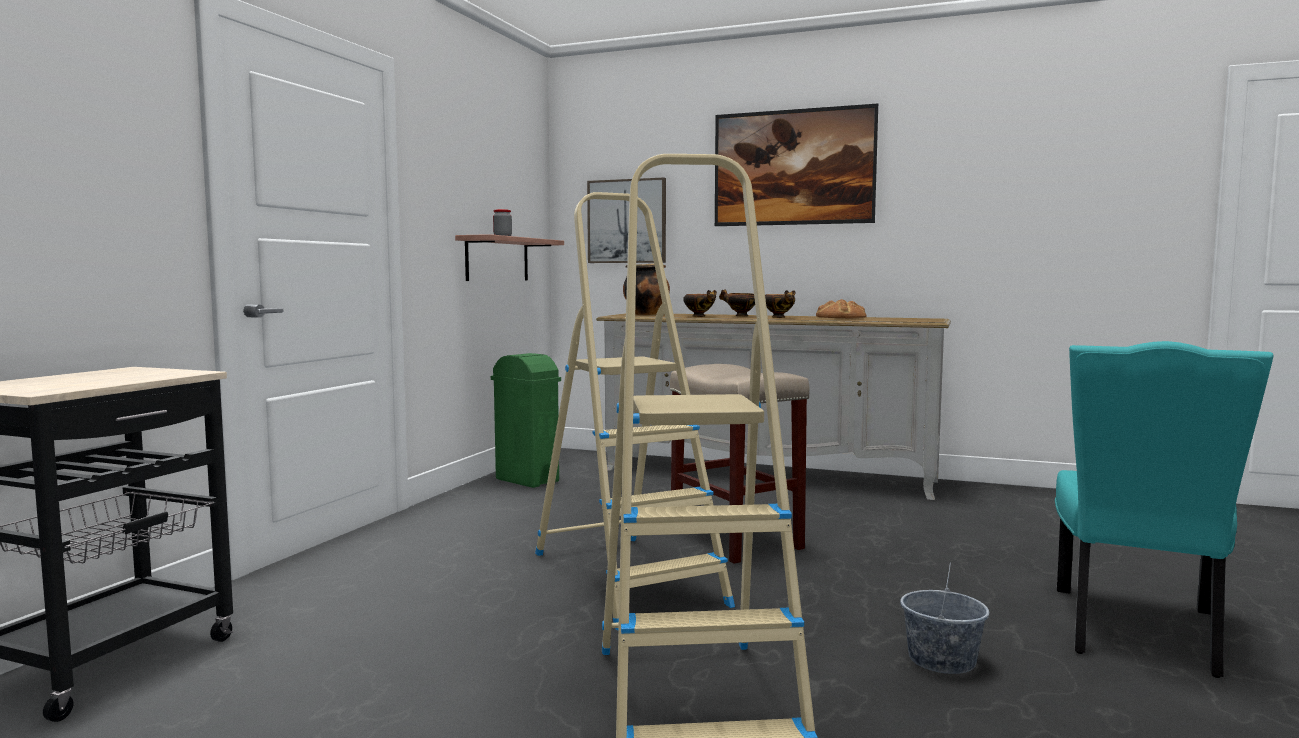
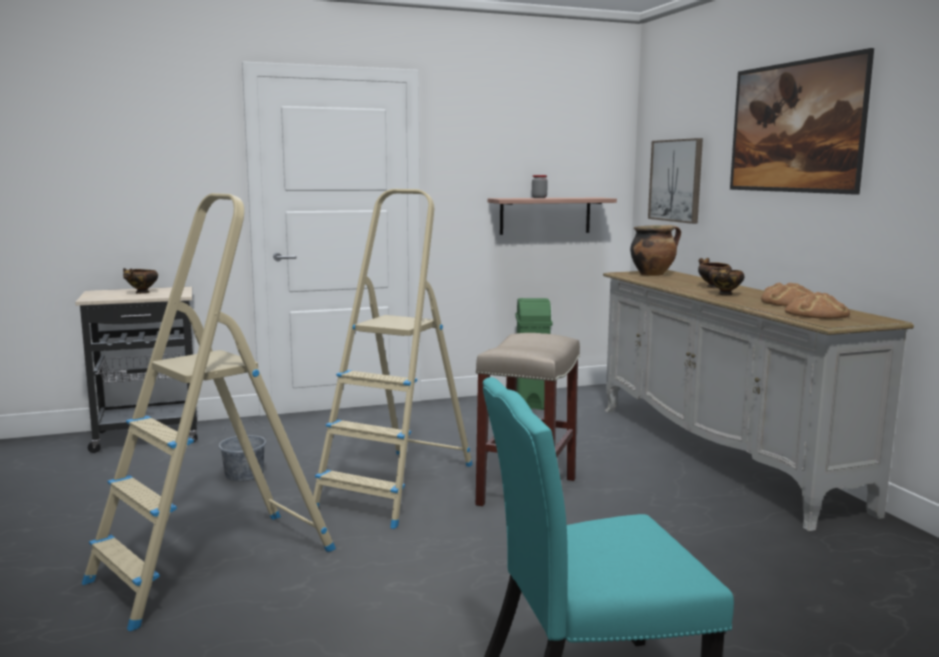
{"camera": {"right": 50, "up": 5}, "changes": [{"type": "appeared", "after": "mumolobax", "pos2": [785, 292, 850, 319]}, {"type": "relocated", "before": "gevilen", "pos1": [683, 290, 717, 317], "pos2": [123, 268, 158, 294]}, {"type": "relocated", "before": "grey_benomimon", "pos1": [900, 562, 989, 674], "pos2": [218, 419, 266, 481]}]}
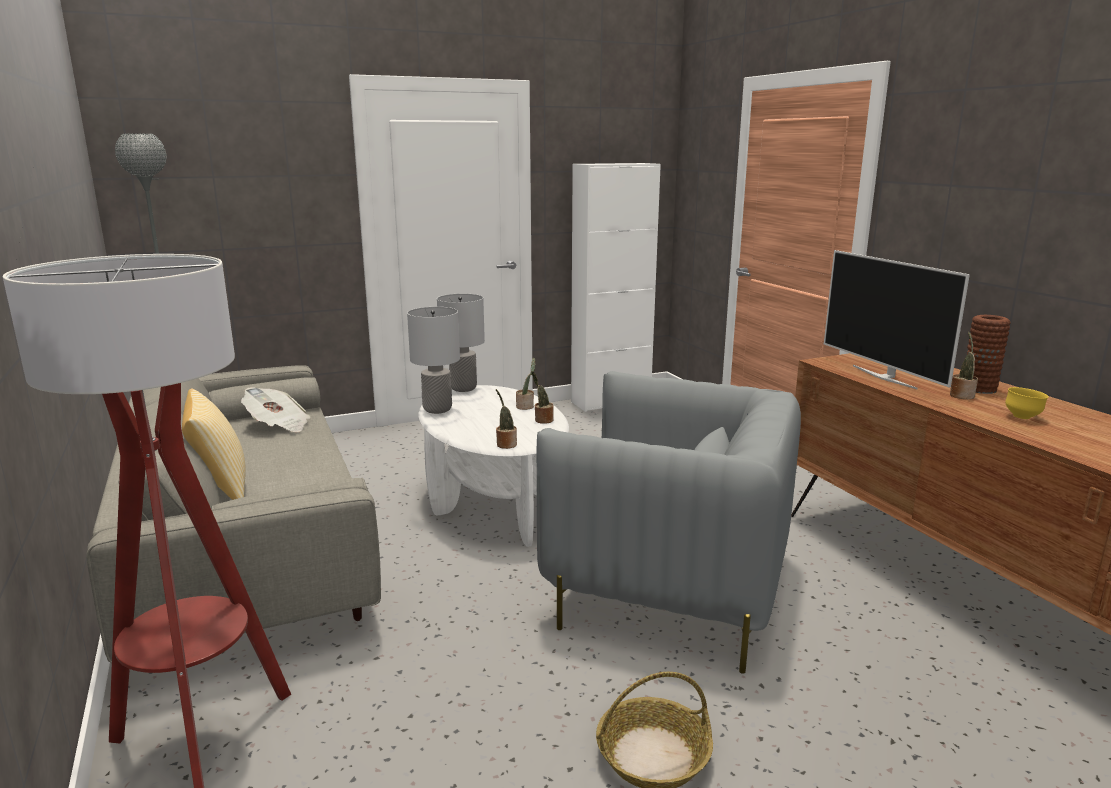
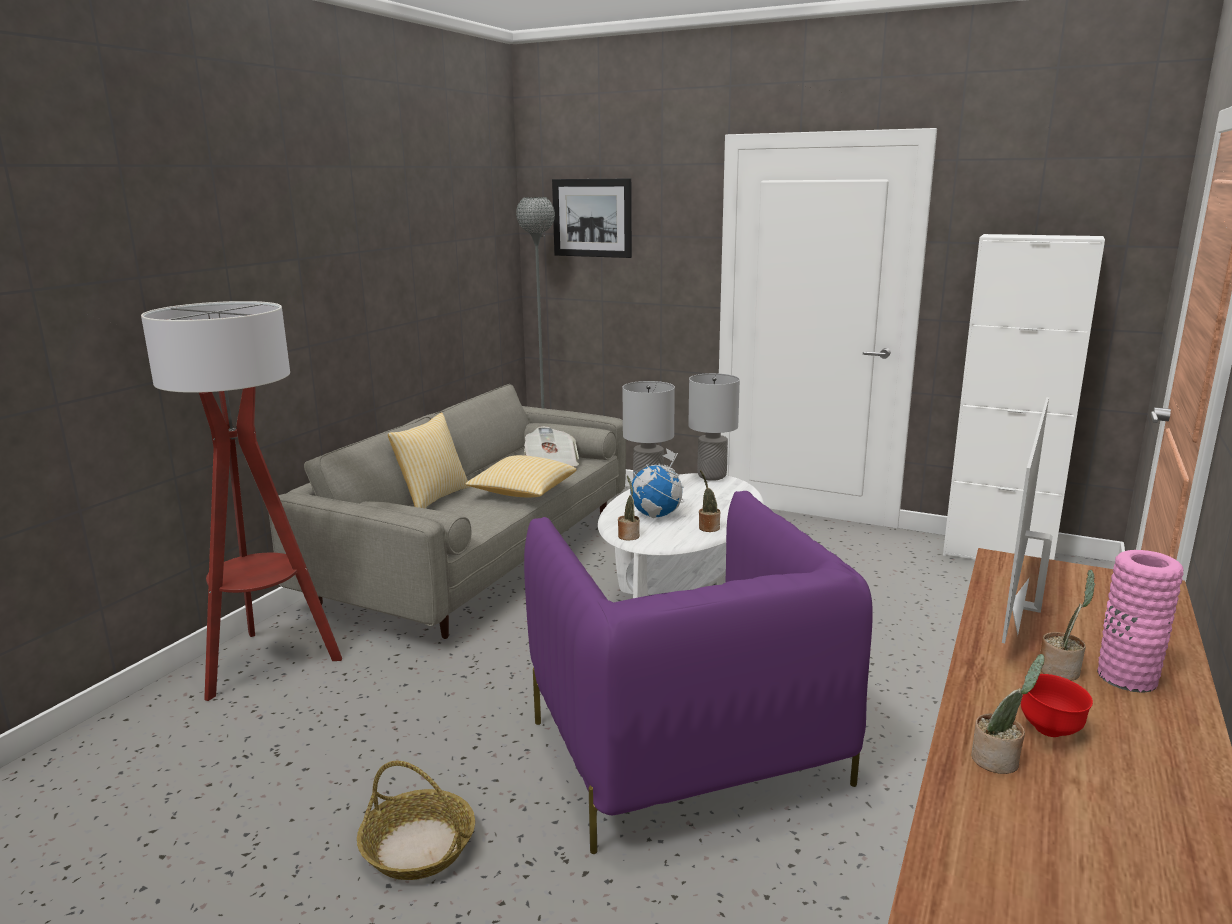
{"camera": {"right": 50, "up": 0}, "changes": [{"type": "appeared", "after": "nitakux", "pos2": [465, 455, 576, 497]}, {"type": "appeared", "after": "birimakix", "pos2": [552, 178, 632, 258]}, {"type": "appeared", "after": "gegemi", "pos2": [630, 449, 684, 518]}, {"type": "relocated", "before": "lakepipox", "pos1": [516, 358, 535, 410], "pos2": [971, 654, 1045, 774]}, {"type": "colour", "before": "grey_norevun", "after": "purple_norevun", "pos1": [537, 371, 801, 674], "pos2": [524, 491, 873, 854]}, {"type": "colour", "before": "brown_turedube", "after": "pink_turedube", "pos1": [967, 315, 1010, 394], "pos2": [1097, 550, 1184, 693]}, {"type": "colour", "before": "yellow_gevilen", "after": "red_gevilen", "pos1": [1005, 387, 1049, 419], "pos2": [1021, 674, 1093, 737]}]}
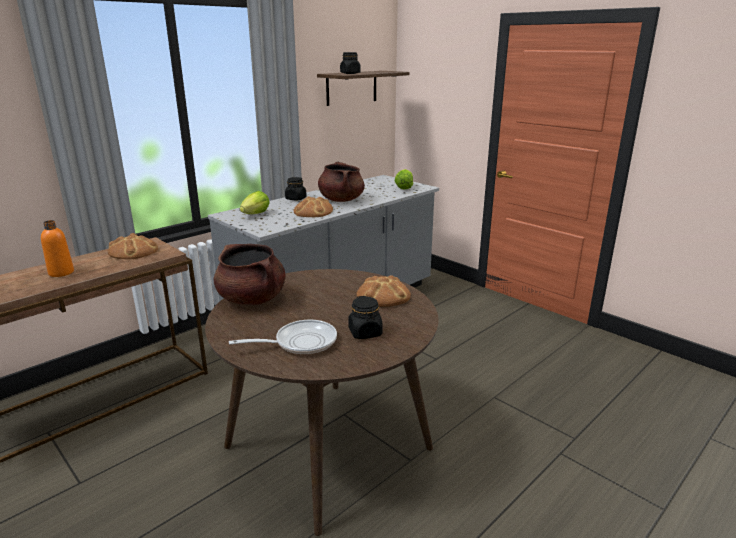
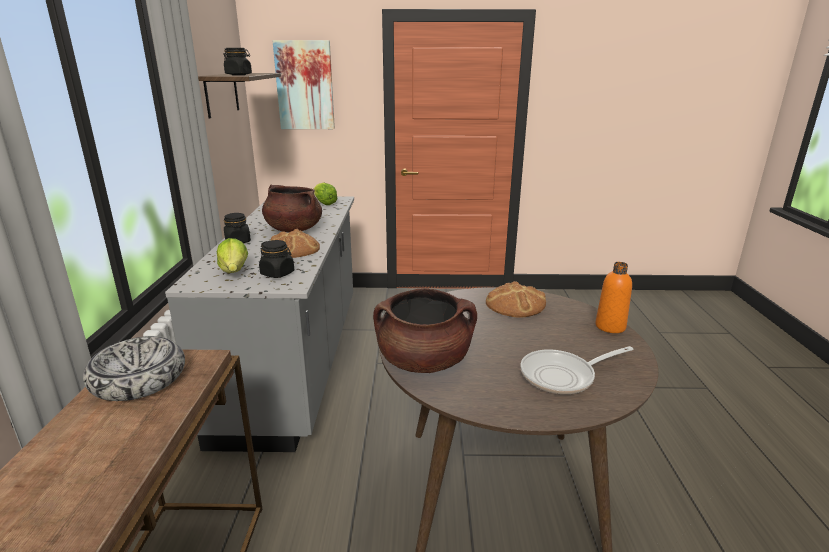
{"camera": {"right": -45, "up": 0}, "changes": [{"type": "appeared", "after": "birimakix", "pos2": [273, 40, 335, 129]}, {"type": "relocated", "before": "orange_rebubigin", "pos1": [41, 220, 74, 277], "pos2": [595, 262, 632, 333]}, {"type": "relocated", "before": "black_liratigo", "pos1": [348, 296, 383, 339], "pos2": [259, 240, 294, 278]}, {"type": "exchanged", "before": "mumolobax", "after": "gevilen", "pos1": [108, 233, 158, 259], "pos2": [83, 336, 185, 401]}, {"type": "spun", "before": "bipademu", "pos1": [229, 320, 337, 355], "pos2": [520, 346, 633, 394], "turn": -135}]}
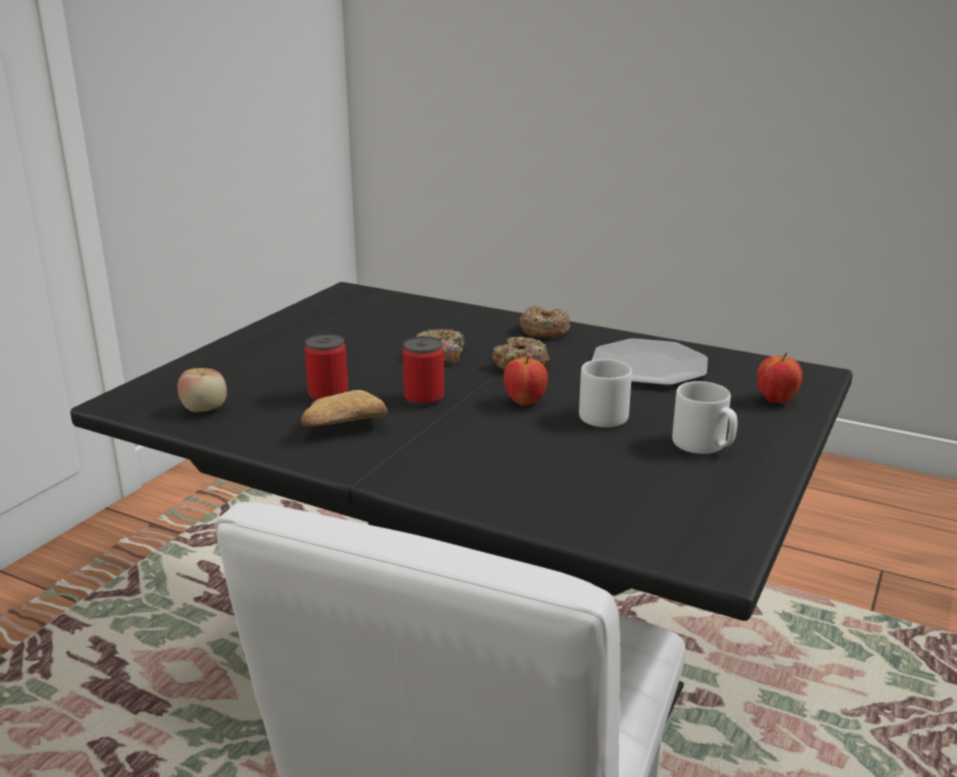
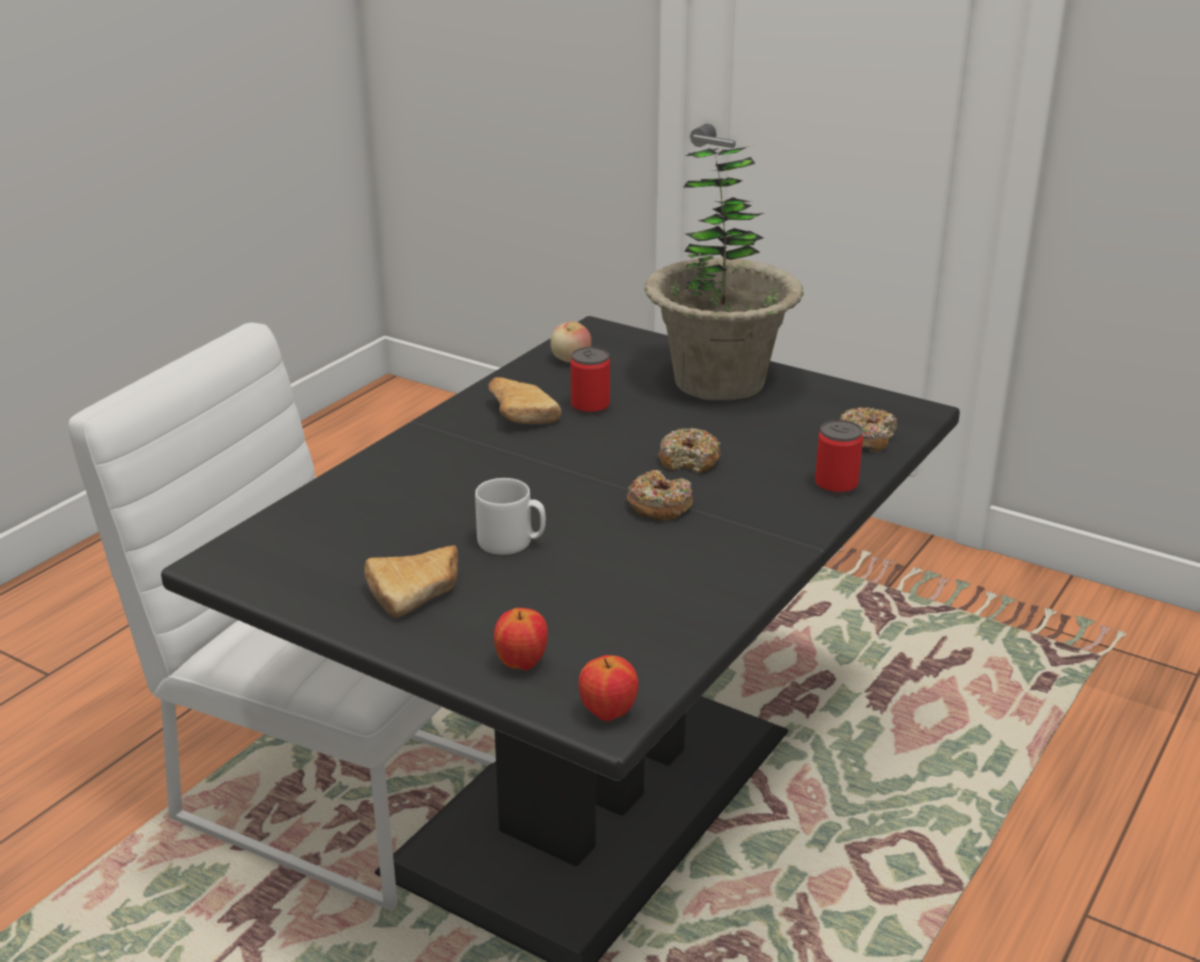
{"camera": {"right": 95, "up": 5}, "changes": [{"type": "missing", "before": "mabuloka", "pos1": [591, 338, 708, 386]}, {"type": "appeared", "after": "lakepipox", "pos2": [644, 146, 804, 401]}, {"type": "relocated", "before": "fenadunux", "pos1": [403, 336, 444, 407], "pos2": [815, 420, 863, 496]}, {"type": "relocated", "before": "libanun", "pos1": [504, 356, 548, 406], "pos2": [578, 655, 638, 721]}, {"type": "relocated", "before": "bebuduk", "pos1": [520, 306, 570, 339], "pos2": [840, 407, 897, 452]}, {"type": "exchanged", "before": "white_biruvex", "after": "mumolobax", "pos1": [672, 381, 737, 454], "pos2": [364, 545, 458, 618]}]}
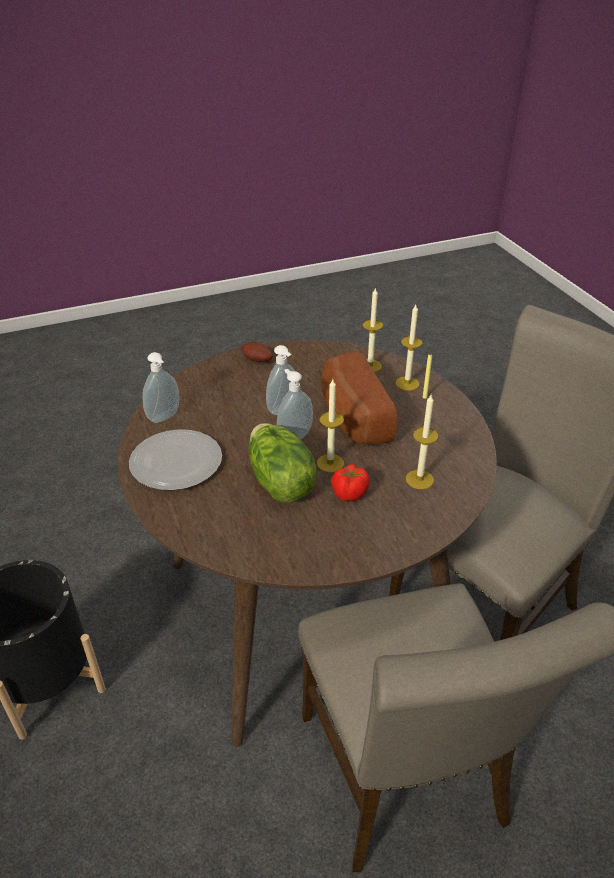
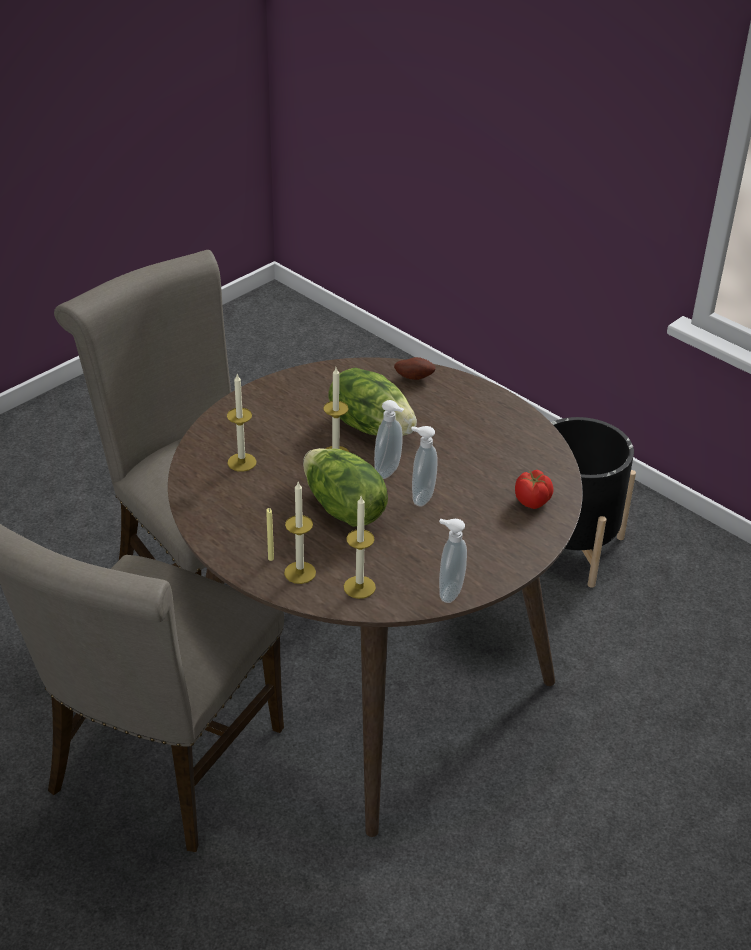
{"camera": {"right": 155, "up": 0}, "changes": [{"type": "missing", "before": "mabuloka", "pos1": [129, 429, 222, 490]}, {"type": "relocated", "before": "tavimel", "pos1": [143, 352, 179, 423], "pos2": [439, 519, 467, 603]}, {"type": "relocated", "before": "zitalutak", "pos1": [242, 342, 273, 362], "pos2": [394, 357, 436, 380]}, {"type": "relocated", "before": "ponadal", "pos1": [331, 464, 370, 501], "pos2": [515, 470, 554, 509]}, {"type": "exchanged", "before": "mumolobax", "after": "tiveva", "pos1": [322, 351, 397, 444], "pos2": [303, 448, 388, 527]}]}
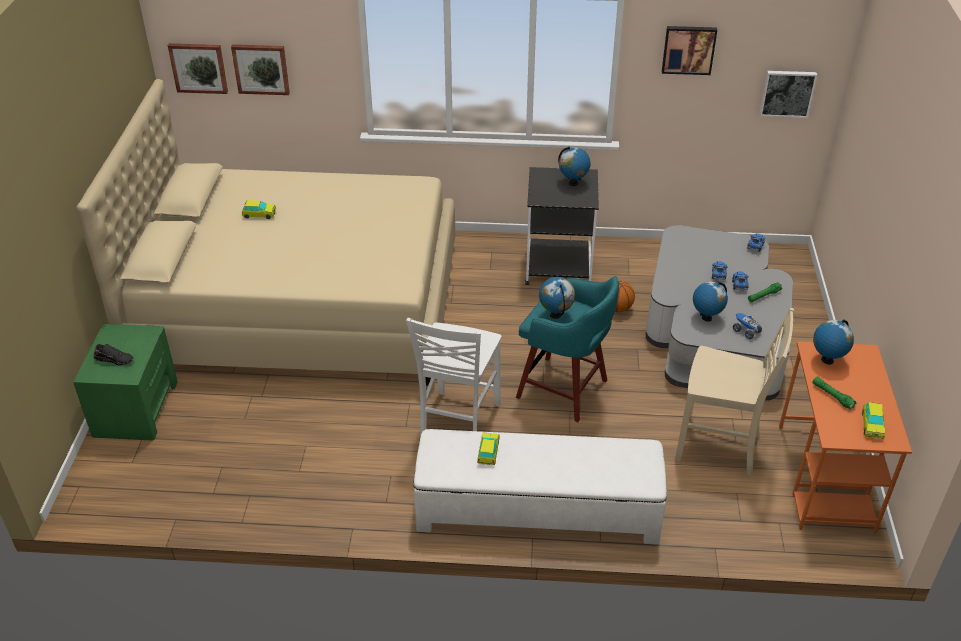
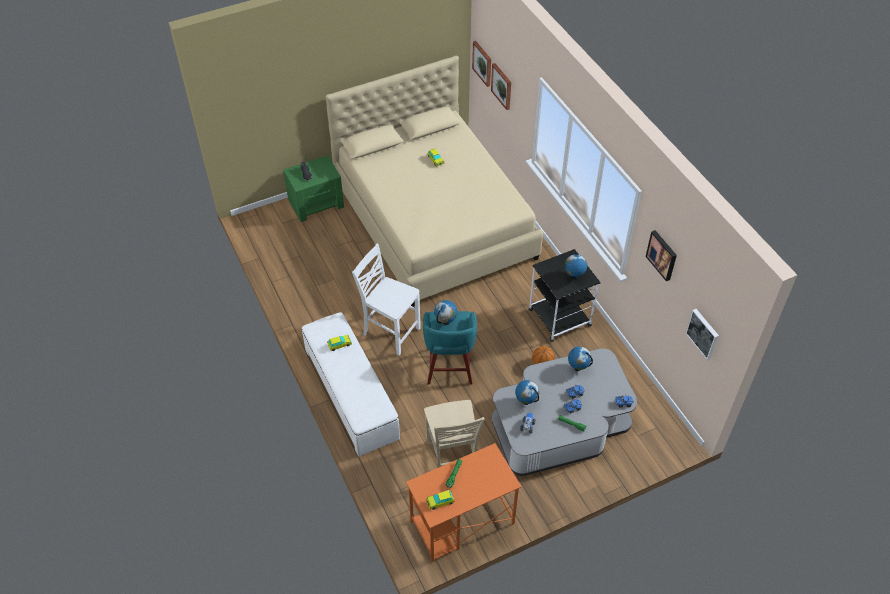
{"camera": {"right": 60, "up": 10}, "changes": [{"type": "relocated", "before": "gegemi", "pos1": [813, 319, 854, 365], "pos2": [568, 347, 593, 371]}, {"type": "spun", "before": "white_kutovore", "pos1": [406, 318, 502, 433], "pos2": [352, 244, 421, 356], "turn": 45}]}
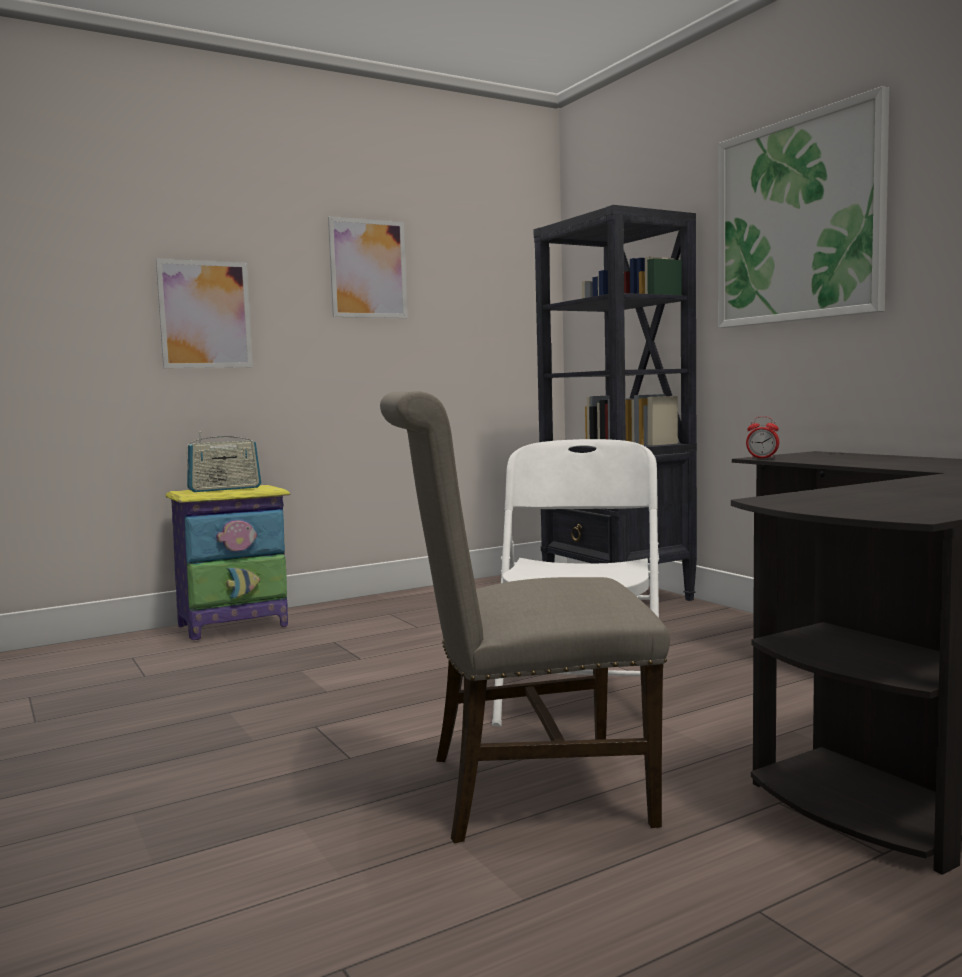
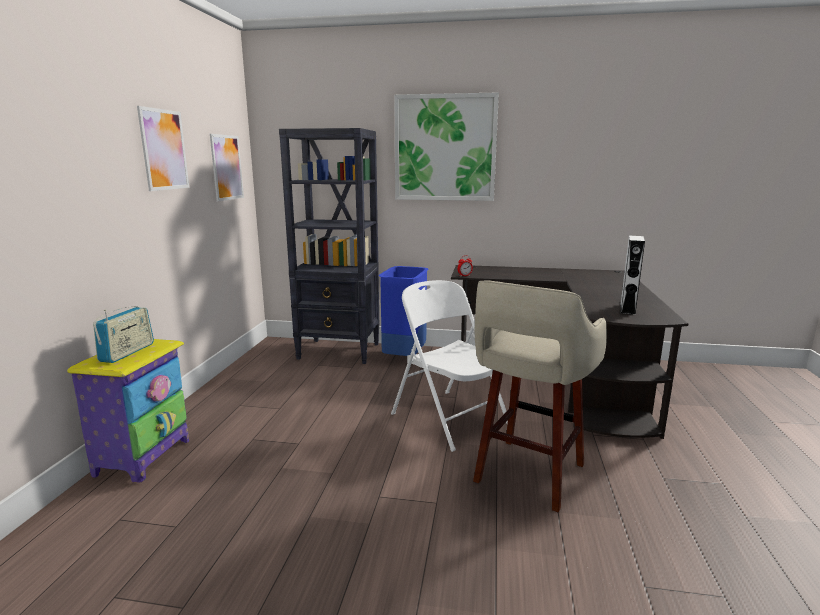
{"camera": {"right": -50, "up": 10}, "changes": [{"type": "appeared", "after": "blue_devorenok", "pos2": [379, 266, 428, 356]}, {"type": "appeared", "after": "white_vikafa", "pos2": [620, 236, 645, 315]}, {"type": "relocated", "before": "birimakix", "pos1": [156, 258, 253, 368], "pos2": [210, 134, 244, 201]}, {"type": "exchanged", "before": "beige_kutovore", "after": "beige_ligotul", "pos1": [380, 391, 670, 844], "pos2": [473, 280, 607, 512]}]}
